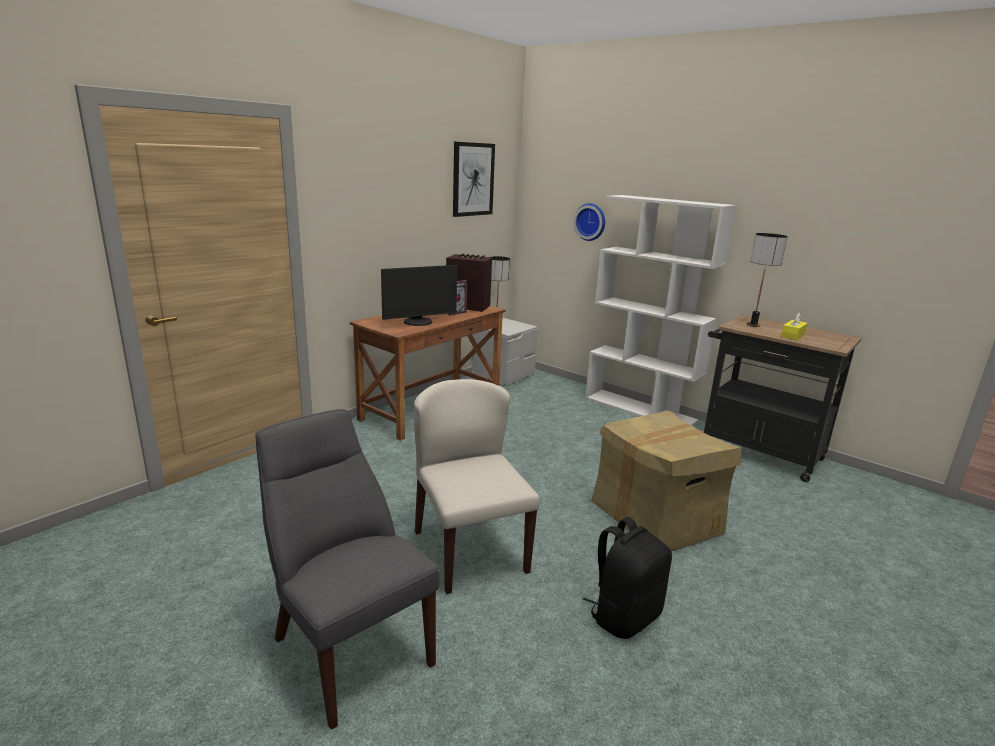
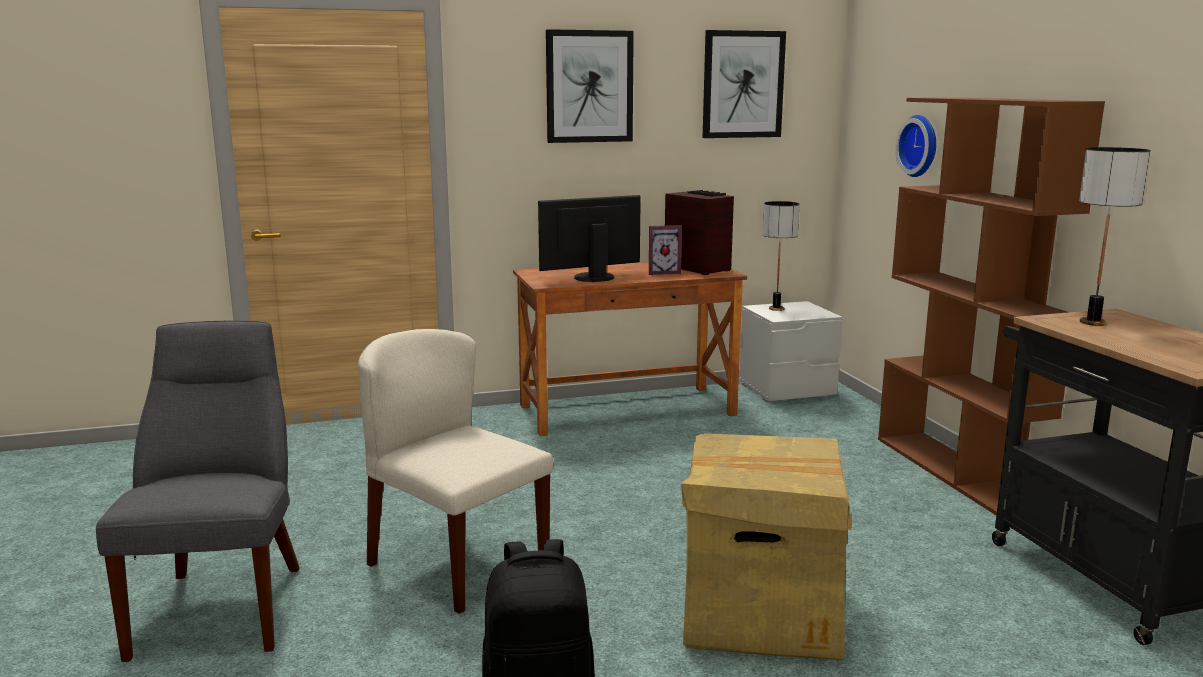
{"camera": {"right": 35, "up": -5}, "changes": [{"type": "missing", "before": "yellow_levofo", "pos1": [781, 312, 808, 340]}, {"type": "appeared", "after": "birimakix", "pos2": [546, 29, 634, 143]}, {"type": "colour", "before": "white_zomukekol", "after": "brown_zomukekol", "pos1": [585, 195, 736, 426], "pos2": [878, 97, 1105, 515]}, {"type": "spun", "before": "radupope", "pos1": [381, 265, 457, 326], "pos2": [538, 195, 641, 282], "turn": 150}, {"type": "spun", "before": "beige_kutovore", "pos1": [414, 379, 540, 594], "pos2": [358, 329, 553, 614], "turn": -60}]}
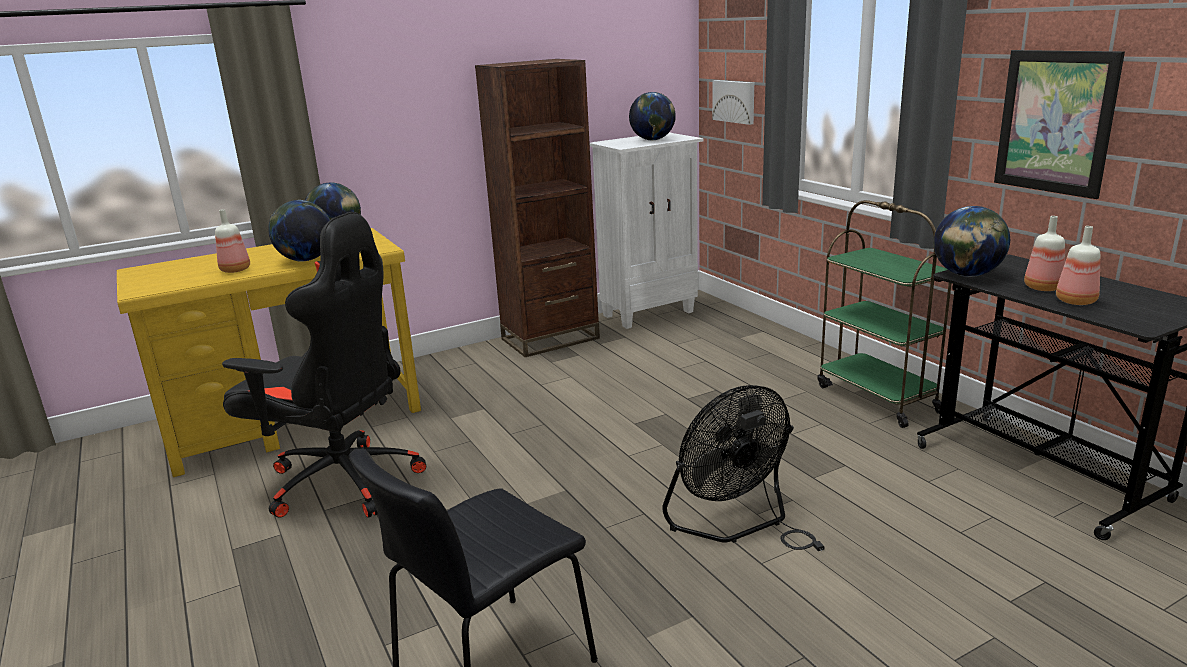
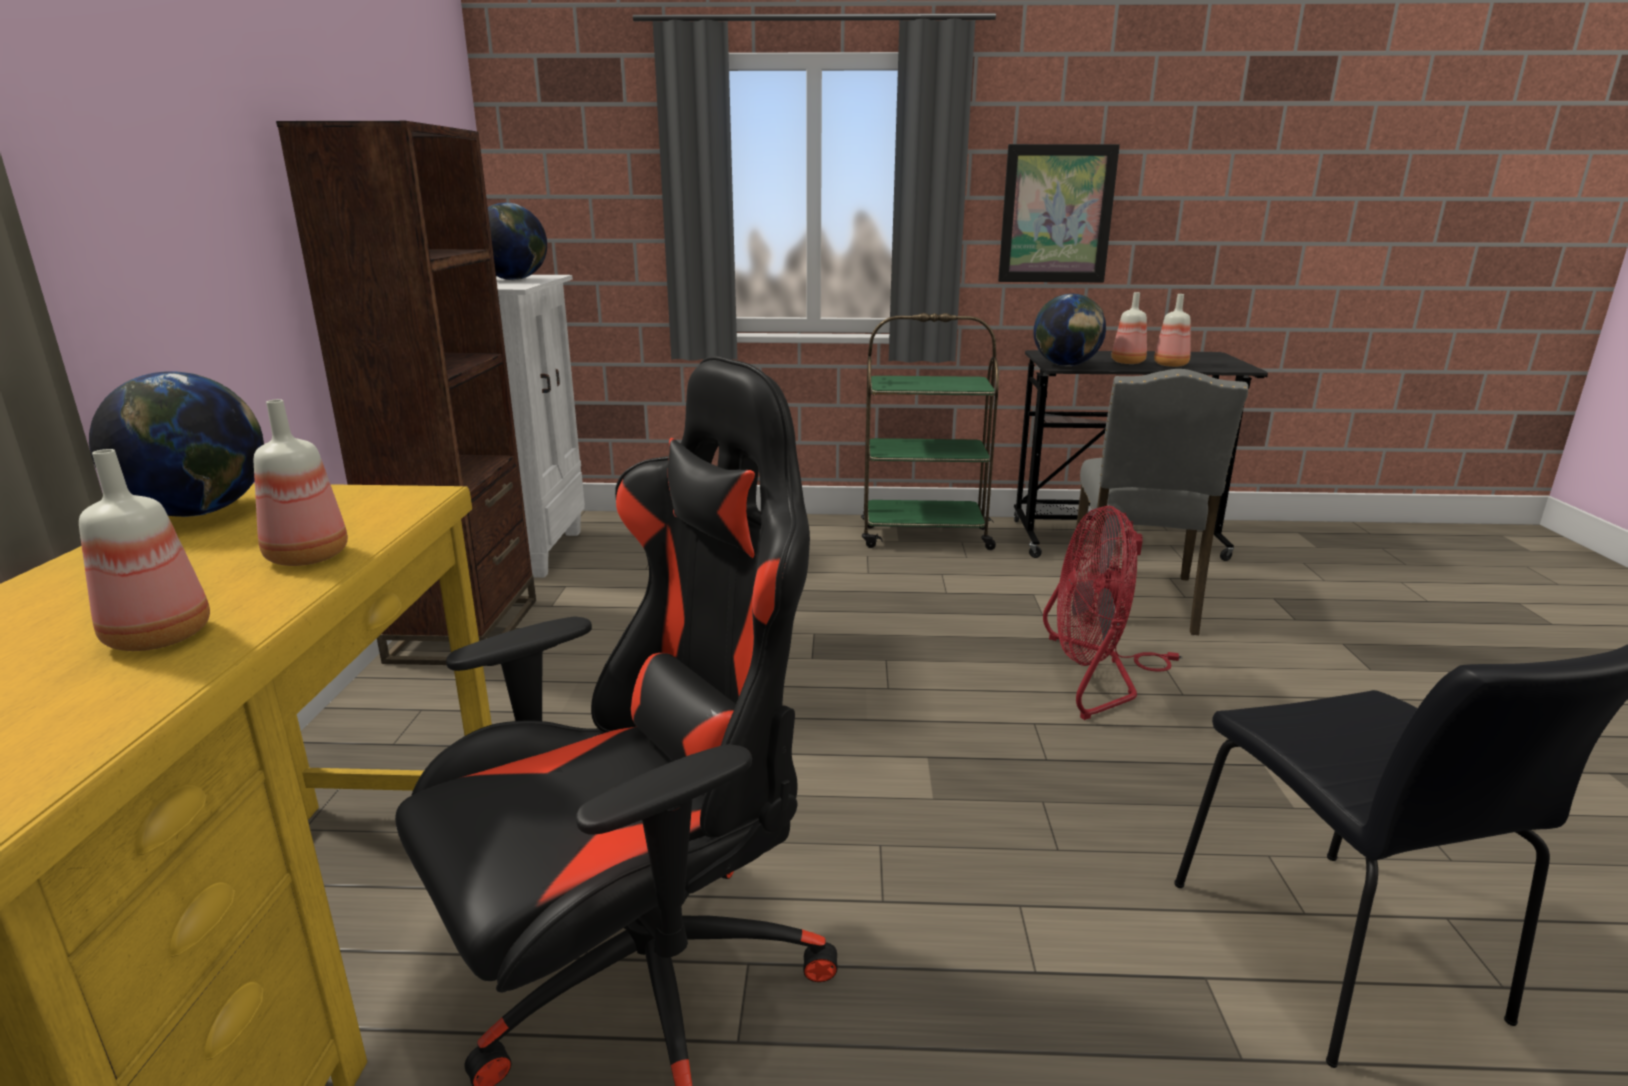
{"camera": {"right": -60, "up": 0}, "changes": [{"type": "missing", "before": "birimakix", "pos1": [712, 80, 754, 125]}, {"type": "appeared", "after": "grey_kutovore", "pos2": [1072, 369, 1248, 635]}, {"type": "exchanged", "before": "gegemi", "after": "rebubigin", "pos1": [268, 200, 330, 262], "pos2": [254, 399, 348, 566]}, {"type": "colour", "before": "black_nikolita", "after": "red_nikolita", "pos1": [662, 385, 824, 551], "pos2": [1043, 506, 1182, 720]}]}
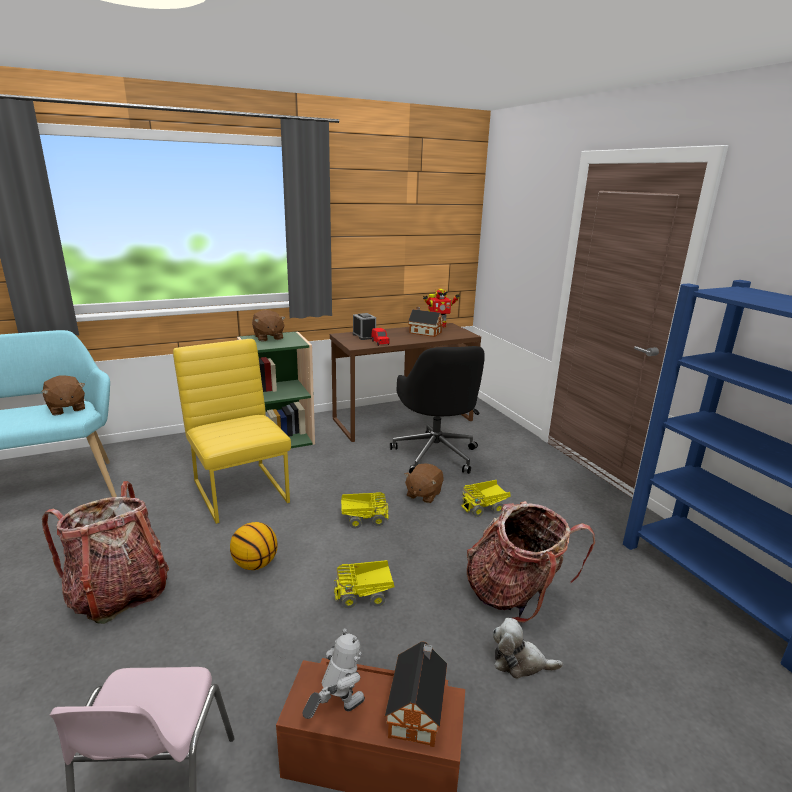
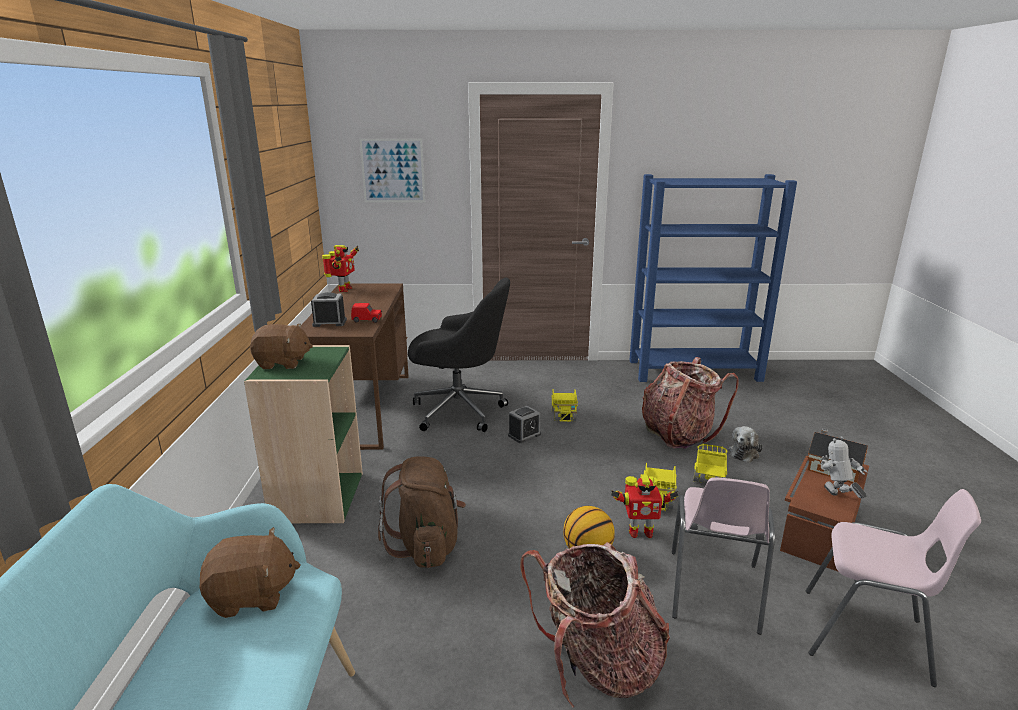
{"camera": {"right": -65, "up": 0}, "changes": [{"type": "missing", "before": "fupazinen", "pos1": [408, 307, 443, 337]}, {"type": "appeared", "after": "birimakix", "pos2": [359, 139, 425, 202]}, {"type": "appeared", "after": "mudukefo", "pos2": [611, 474, 678, 538]}, {"type": "appeared", "after": "pink_kutovore", "pos2": [672, 477, 775, 635]}, {"type": "relocated", "before": "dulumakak", "pos1": [341, 492, 389, 529], "pos2": [693, 444, 727, 483]}, {"type": "exchanged", "before": "yellow_kutovore", "after": "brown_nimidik", "pos1": [173, 339, 291, 524], "pos2": [378, 456, 466, 568]}, {"type": "exchanged", "before": "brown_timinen", "after": "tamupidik", "pos1": [404, 463, 444, 503], "pos2": [508, 406, 541, 443]}]}
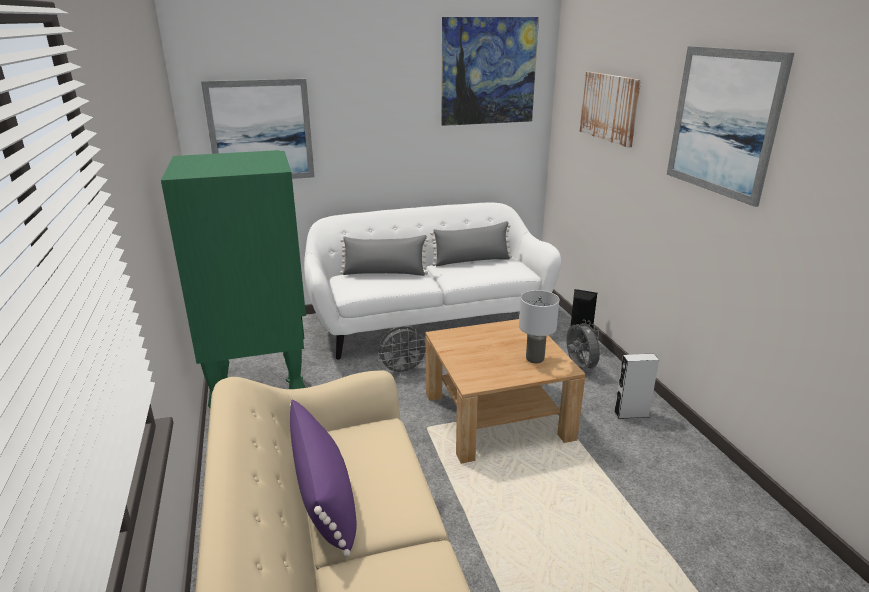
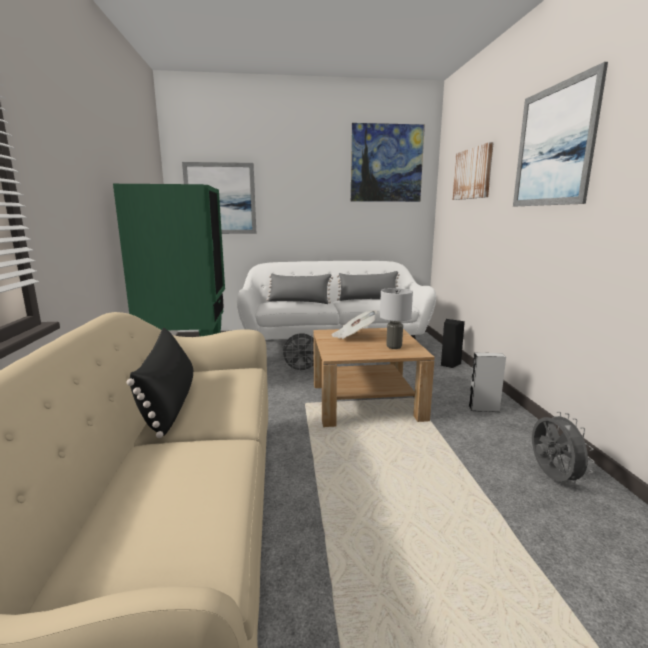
{"camera": {"right": 10, "up": -10}, "changes": [{"type": "appeared", "after": "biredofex", "pos2": [331, 311, 378, 339]}, {"type": "relocated", "before": "grey_nikolita", "pos1": [566, 320, 604, 372], "pos2": [532, 412, 595, 485]}, {"type": "colour", "before": "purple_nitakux", "after": "black_nitakux", "pos1": [290, 400, 357, 557], "pos2": [127, 328, 193, 438]}]}
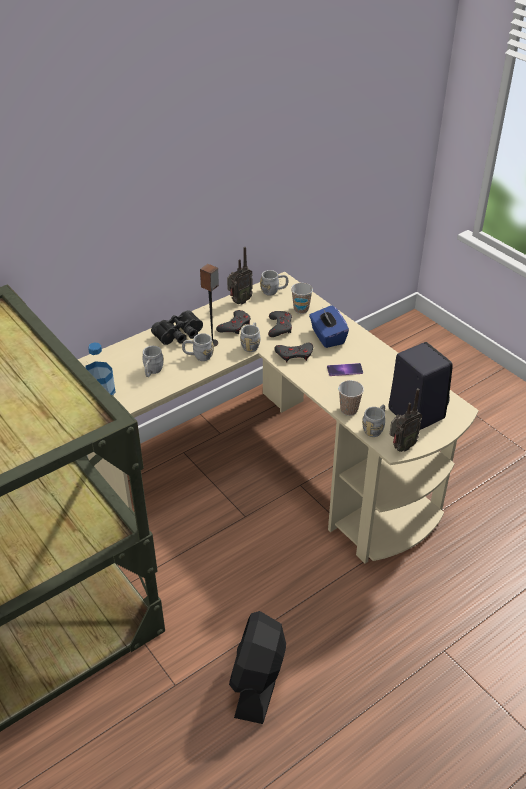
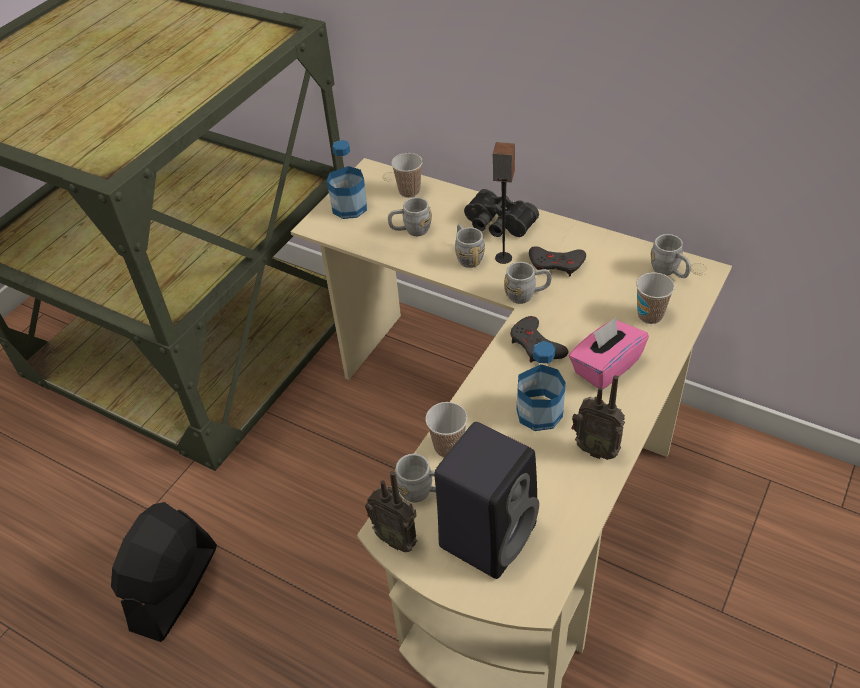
{"camera": {"right": 70, "up": 5}, "changes": [{"type": "missing", "before": "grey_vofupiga", "pos1": [268, 311, 292, 337]}, {"type": "appeared", "after": "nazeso", "pos2": [391, 153, 423, 198]}, {"type": "relocated", "before": "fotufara", "pos1": [227, 247, 253, 304], "pos2": [571, 375, 625, 460]}, {"type": "exchanged", "before": "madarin", "after": "rebubigin", "pos1": [327, 363, 363, 376], "pos2": [516, 341, 566, 431]}, {"type": "colour", "before": "blue_levofo", "after": "pink_levofo", "pos1": [309, 305, 349, 348], "pos2": [569, 317, 649, 390]}, {"type": "spun", "before": "black_nikolita", "pos1": [229, 611, 286, 724], "pos2": [111, 502, 217, 642], "turn": -60}]}
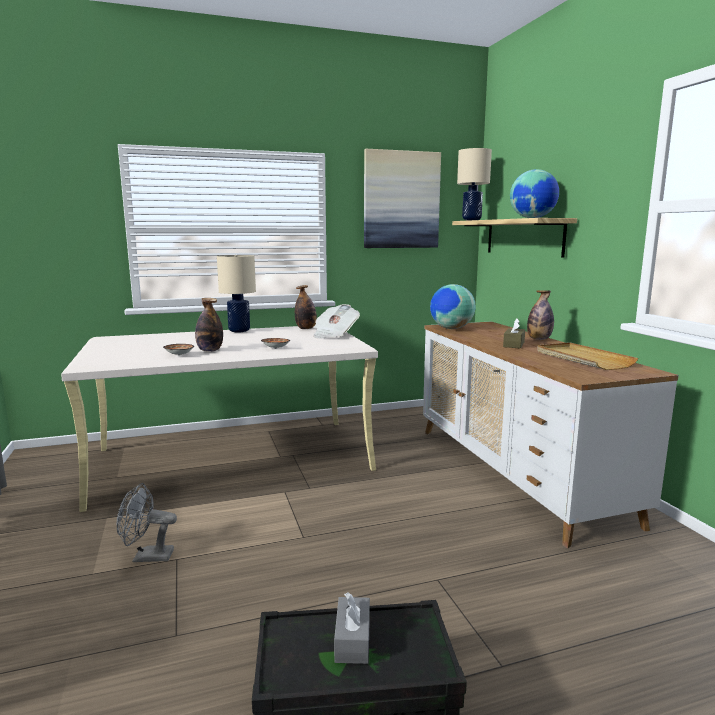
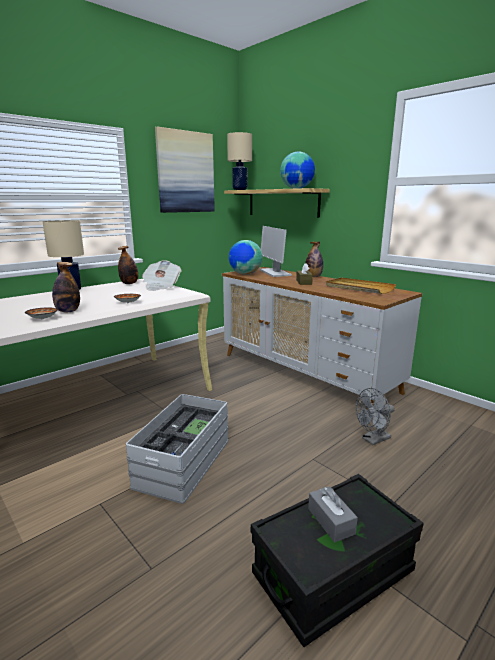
{"camera": {"right": -25, "up": 5}, "changes": [{"type": "appeared", "after": "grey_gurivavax", "pos2": [126, 394, 229, 504]}, {"type": "appeared", "after": "radupope", "pos2": [260, 226, 292, 277]}, {"type": "relocated", "before": "grey_nikolita", "pos1": [117, 483, 177, 562], "pos2": [356, 388, 395, 445]}]}
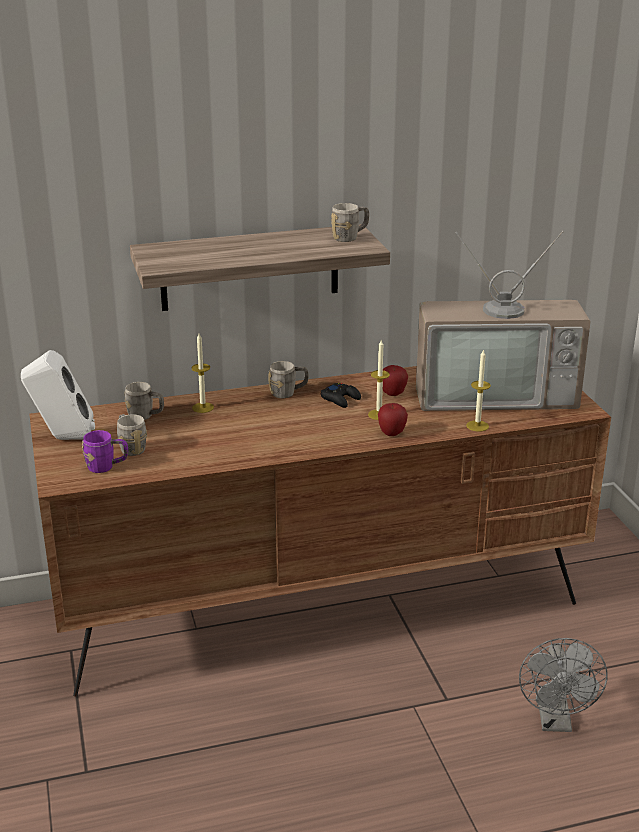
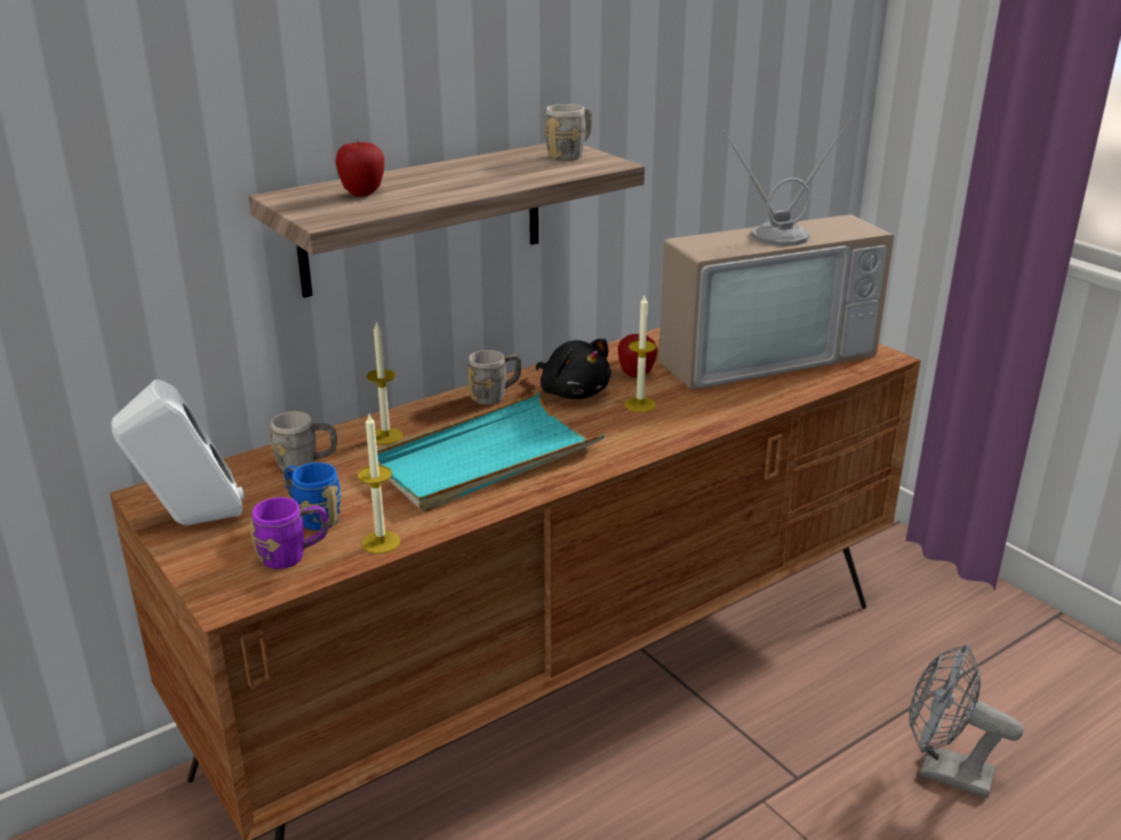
{"camera": {"right": -20, "up": 0}, "changes": [{"type": "appeared", "after": "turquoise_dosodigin", "pos2": [377, 392, 605, 512]}, {"type": "relocated", "before": "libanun", "pos1": [378, 403, 408, 436], "pos2": [336, 140, 385, 197]}, {"type": "relocated", "before": "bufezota", "pos1": [466, 349, 491, 432], "pos2": [357, 414, 401, 554]}, {"type": "exchanged", "before": "black_vofupiga", "after": "black_timinen", "pos1": [321, 383, 361, 408], "pos2": [536, 339, 611, 399]}, {"type": "colour", "before": "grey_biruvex", "after": "blue_biruvex", "pos1": [117, 414, 147, 456], "pos2": [284, 462, 341, 530]}, {"type": "spun", "before": "grey_nikolita", "pos1": [519, 638, 608, 732], "pos2": [909, 644, 1024, 798], "turn": 135}]}
